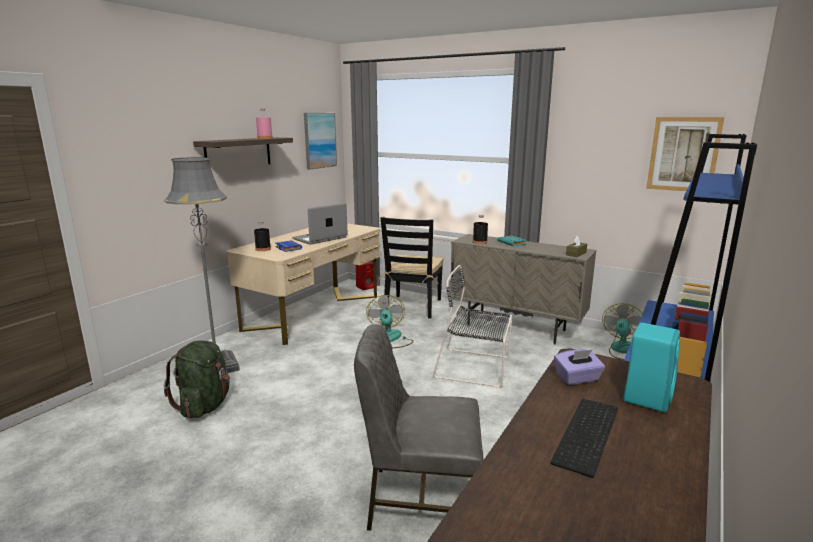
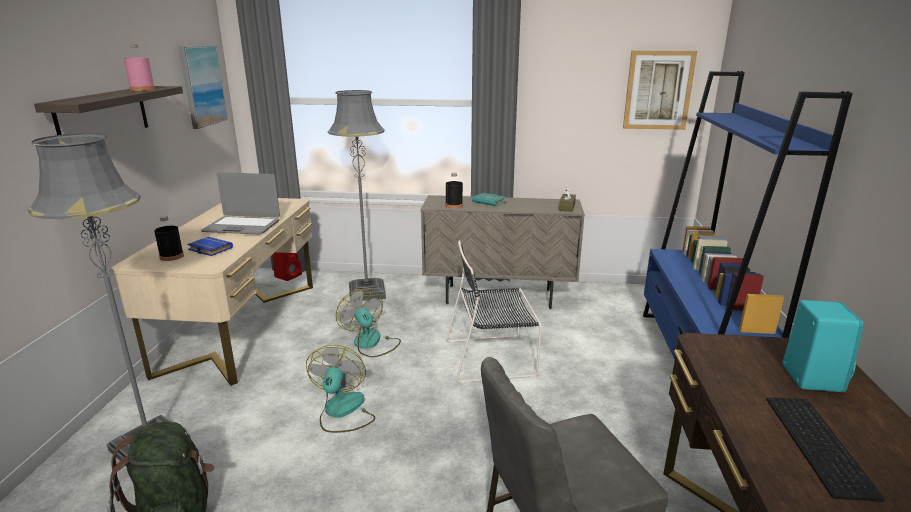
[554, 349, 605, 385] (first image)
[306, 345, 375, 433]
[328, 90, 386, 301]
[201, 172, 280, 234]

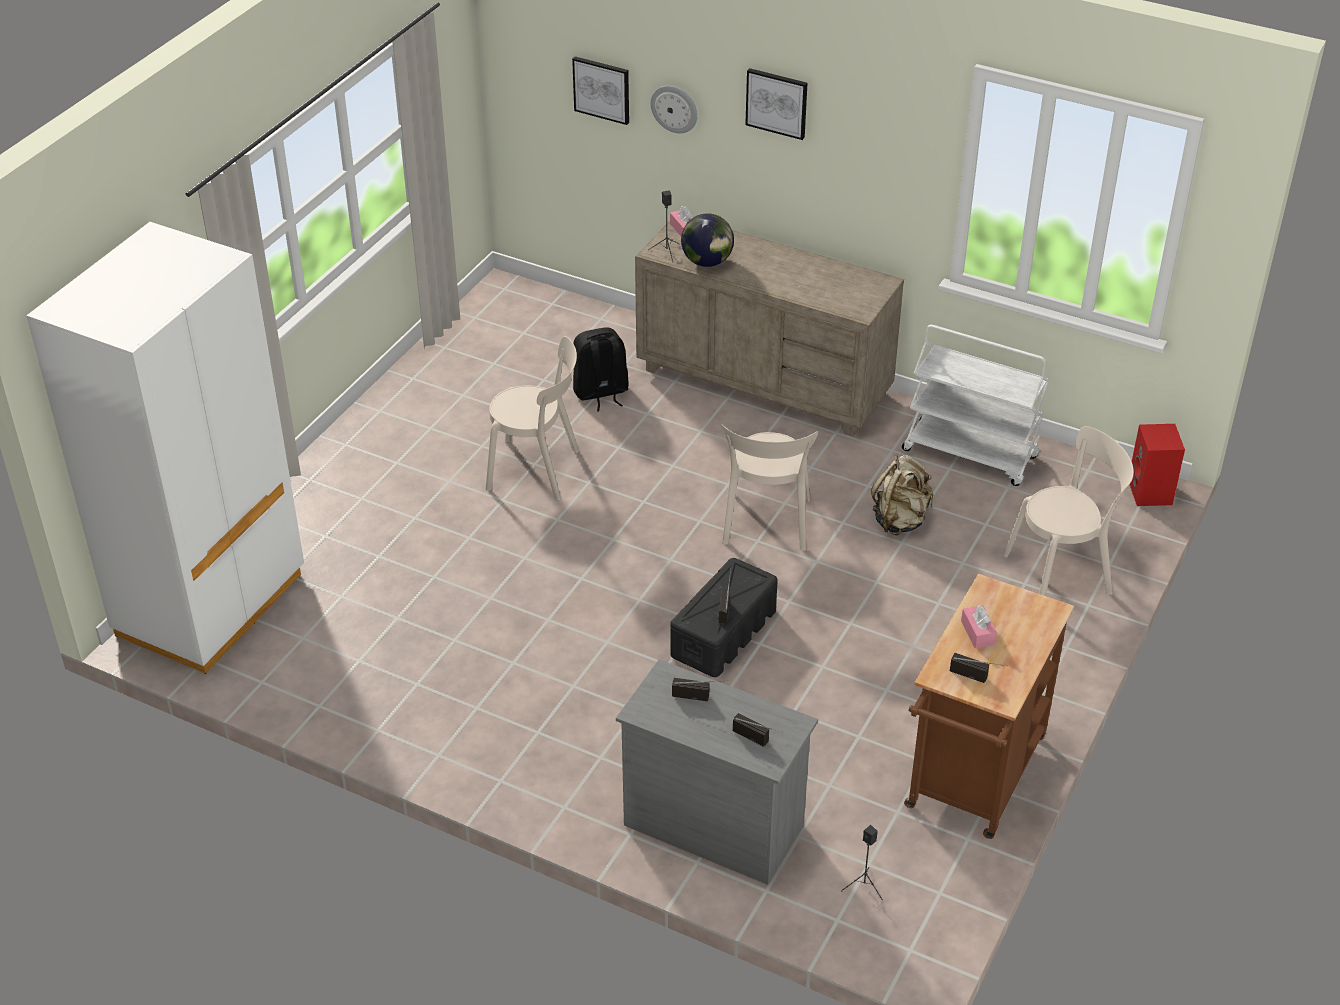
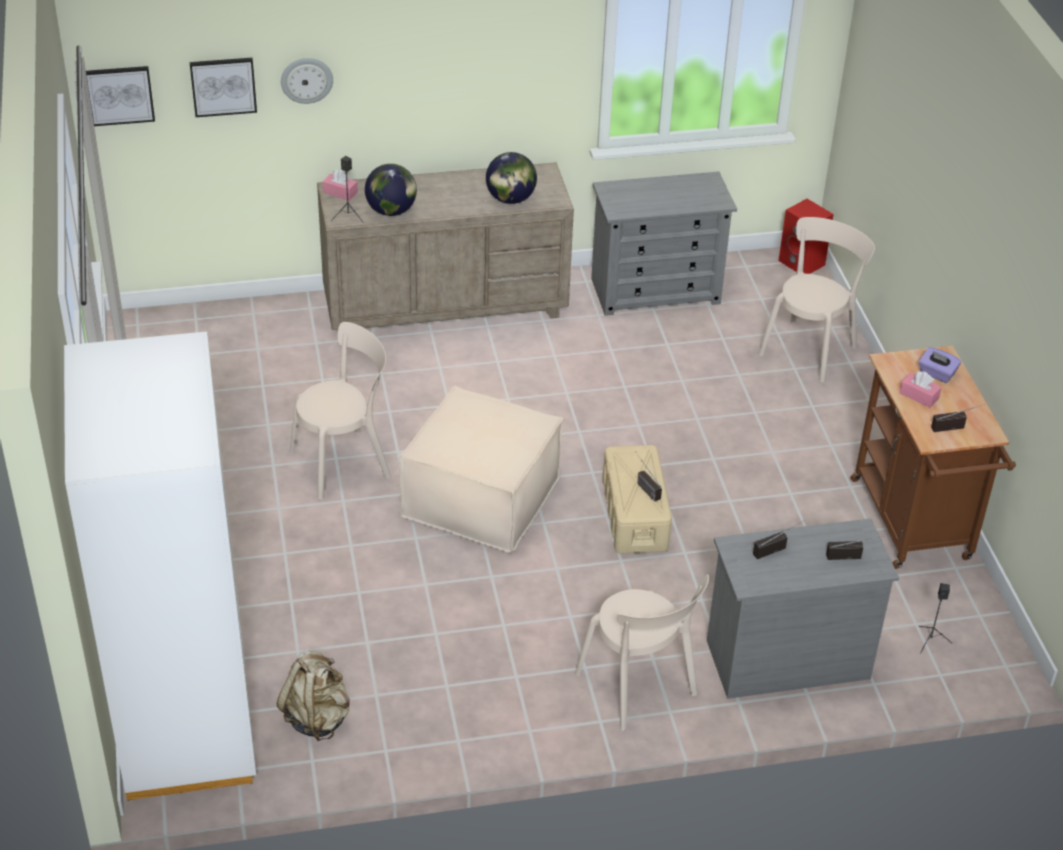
[573, 327, 629, 411] (first image)
[399, 385, 564, 553]
[486, 152, 537, 204]
[919, 347, 961, 383]
[575, 574, 709, 731]
[86, 66, 155, 126]
[277, 651, 350, 741]
[591, 171, 737, 316]
[603, 445, 672, 554]

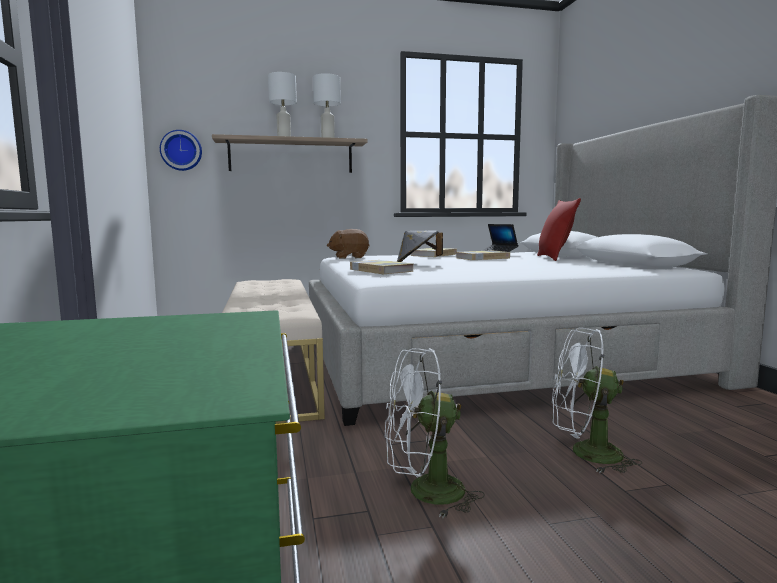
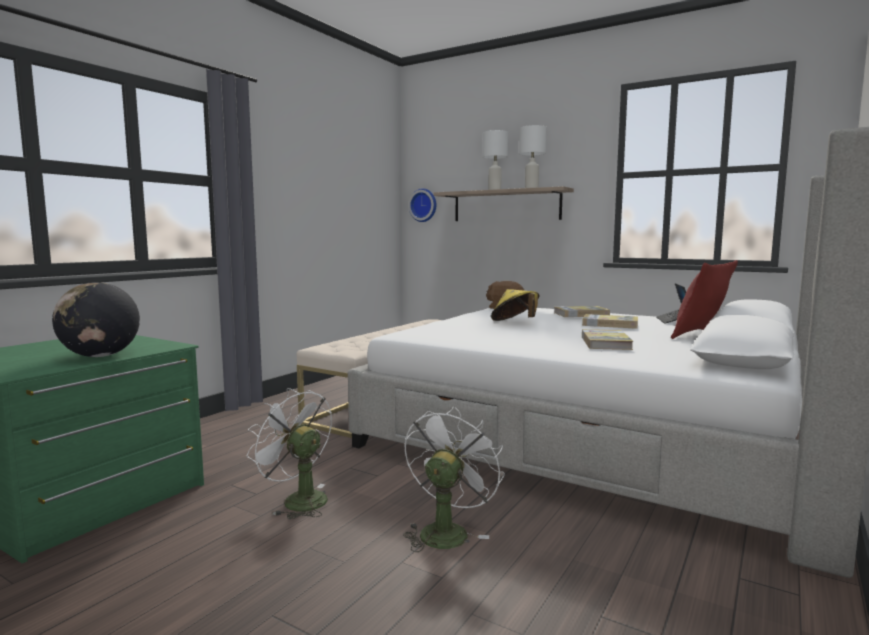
[52, 282, 140, 357]
[582, 329, 634, 350]
[491, 289, 539, 321]
[403, 406, 505, 552]

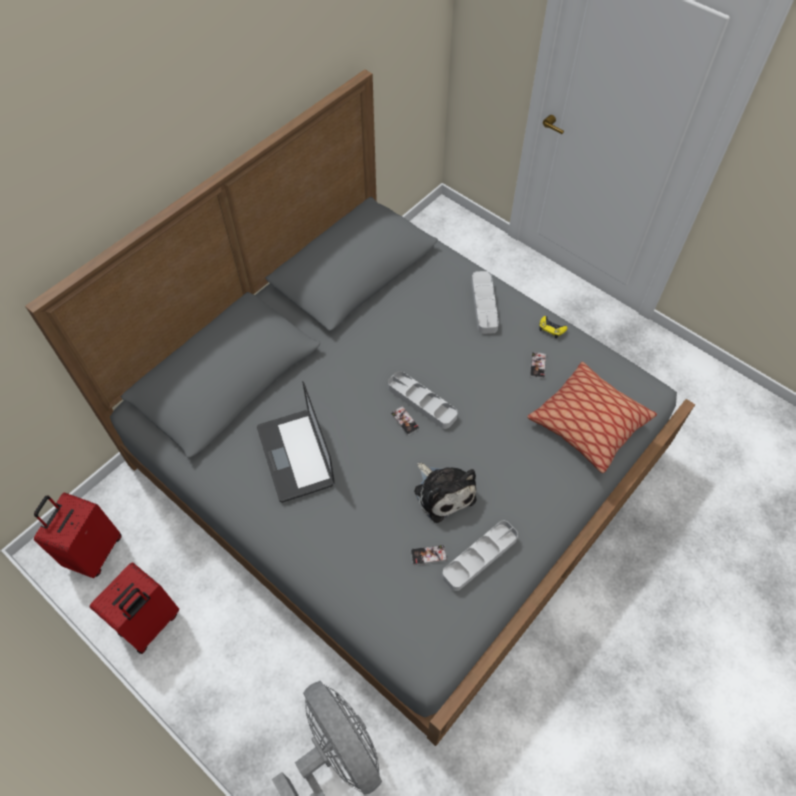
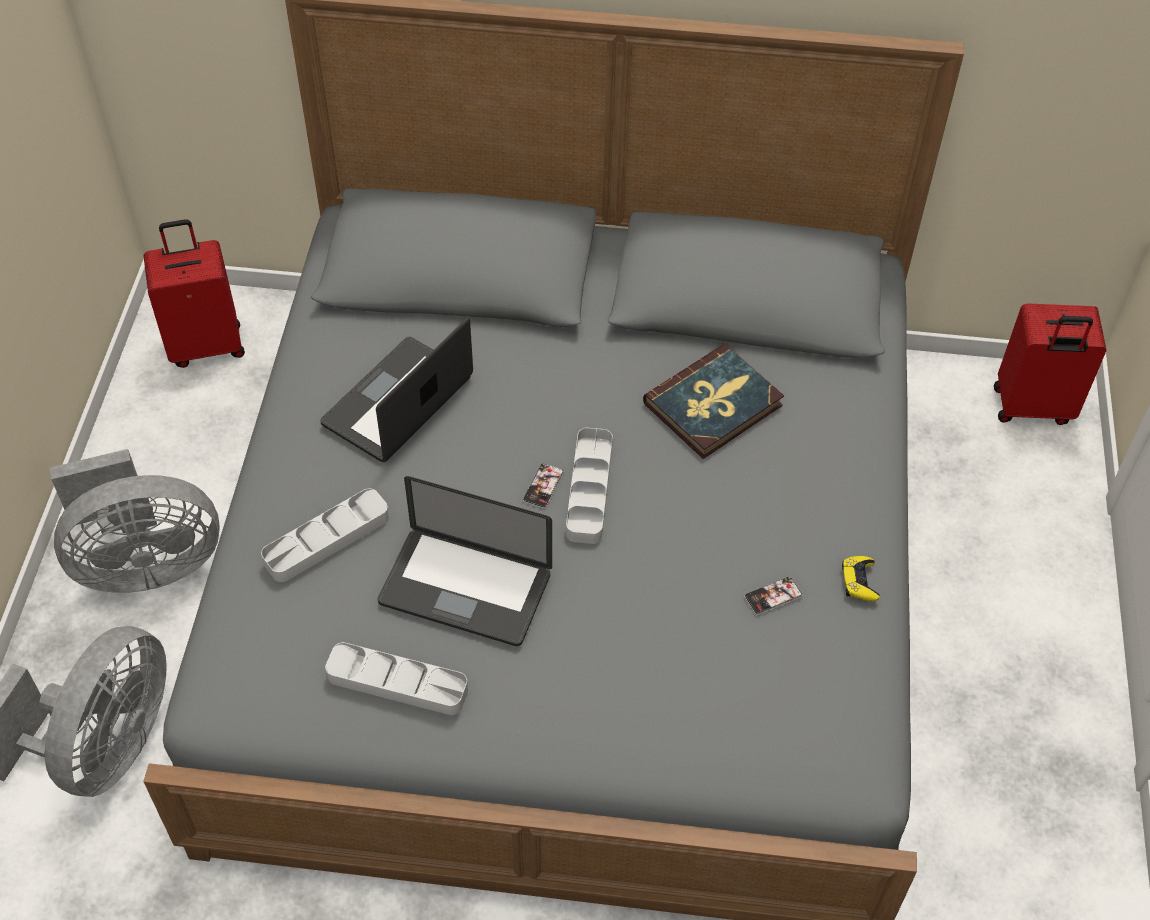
[411, 545, 447, 565] (first image)
[527, 362, 657, 473] (first image)
[50, 449, 220, 593]
[643, 344, 784, 459]
[994, 303, 1106, 425]
[261, 488, 389, 582]
[378, 476, 552, 646]

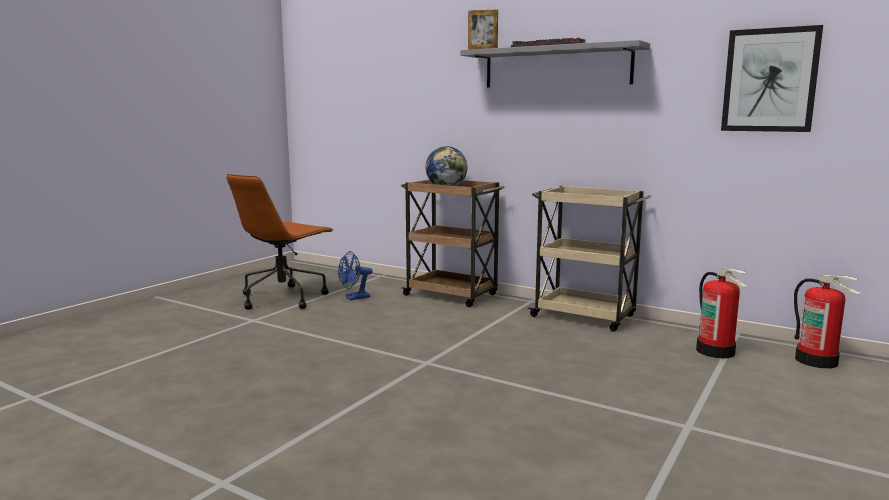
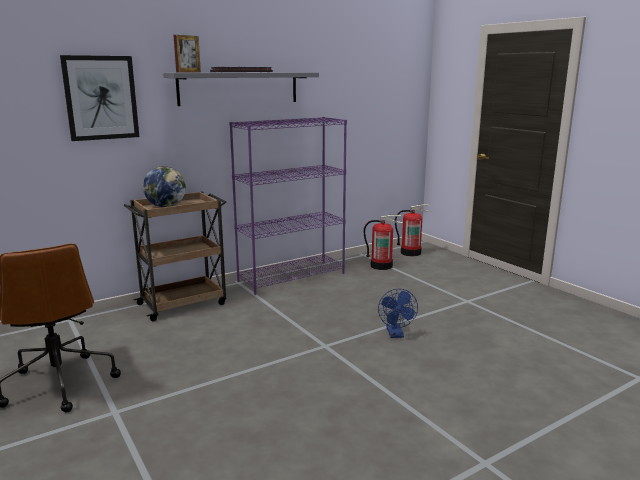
[378, 289, 418, 338]
[60, 55, 139, 141]
[229, 117, 347, 295]

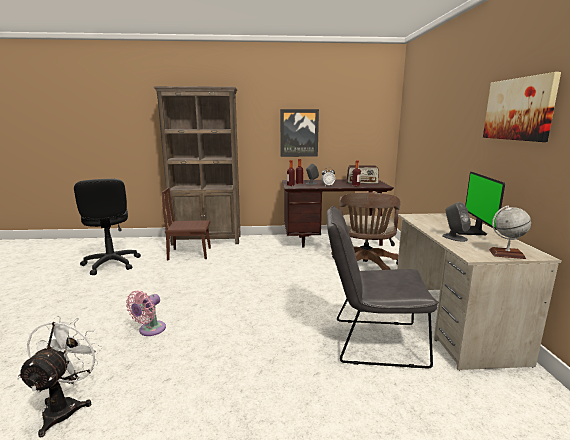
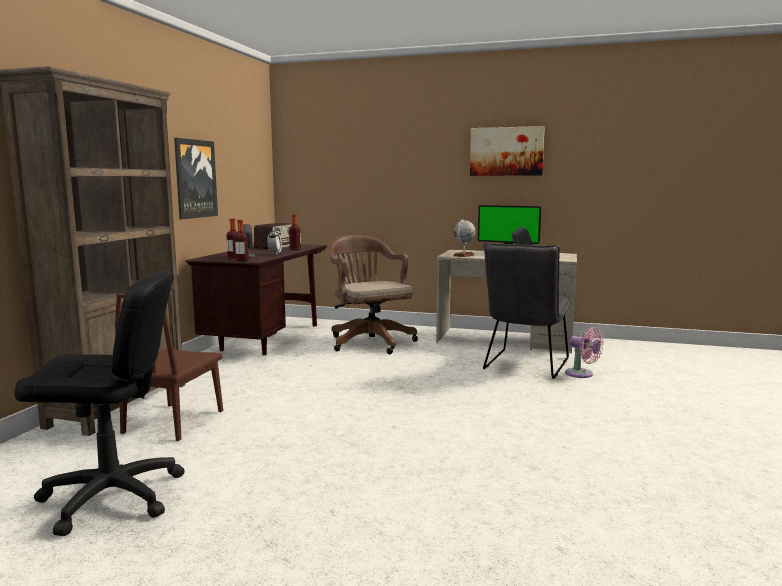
[17, 316, 103, 438] (first image)
[565, 327, 604, 378]
[453, 219, 476, 257]
[330, 235, 418, 354]

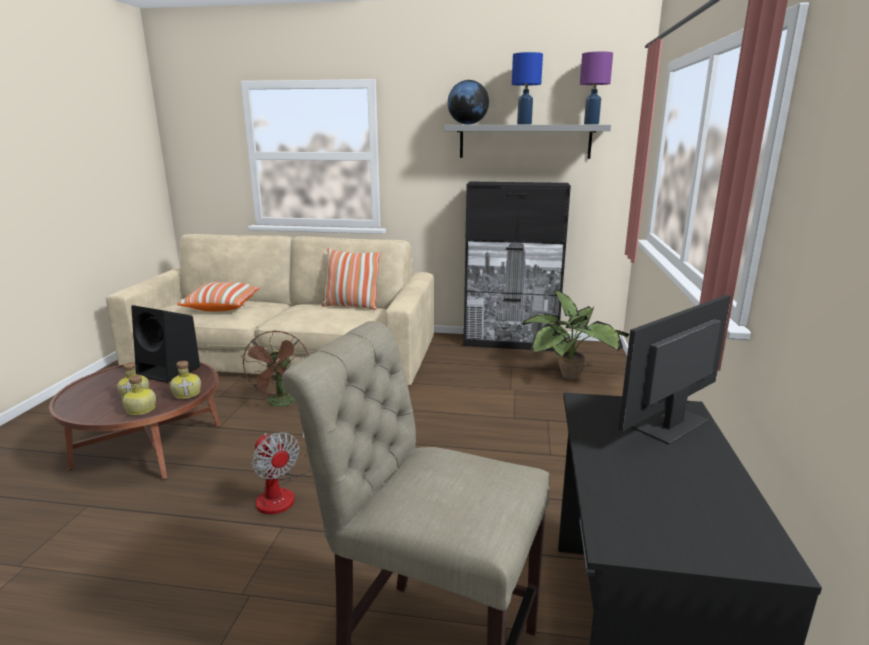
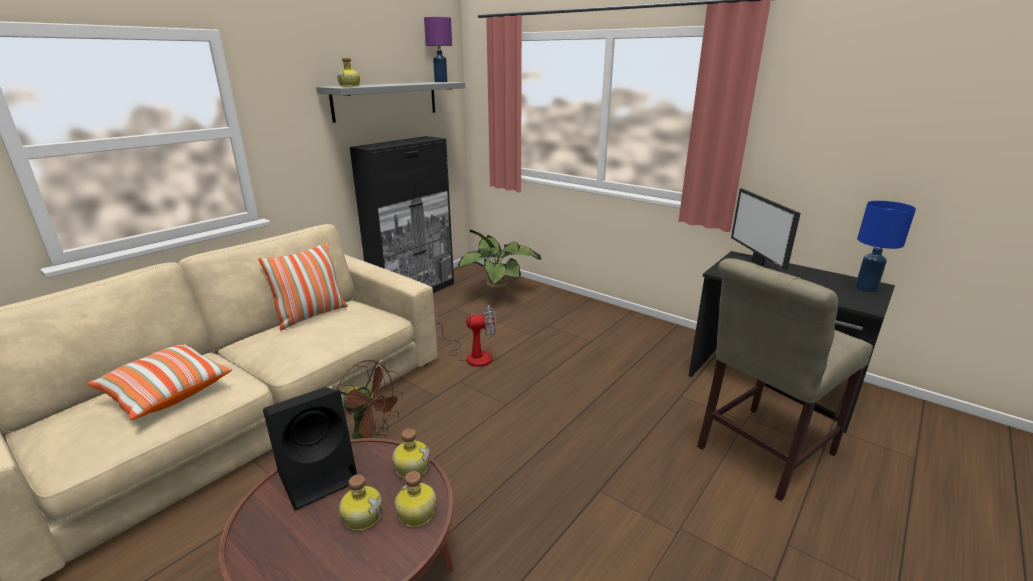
[436, 305, 496, 367]
[855, 201, 916, 292]
[337, 58, 360, 87]

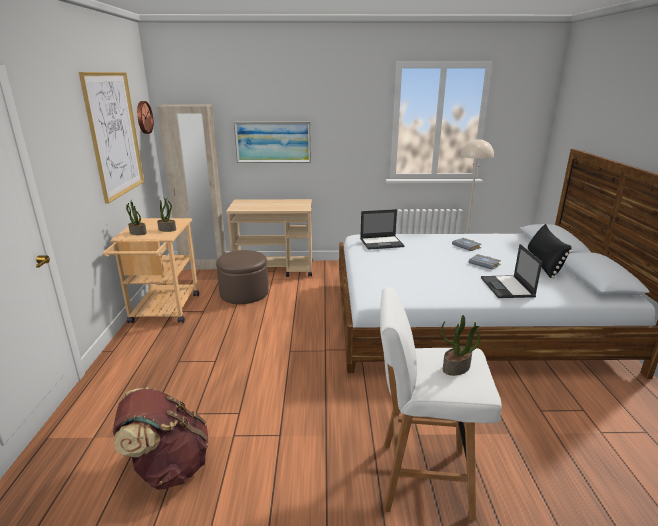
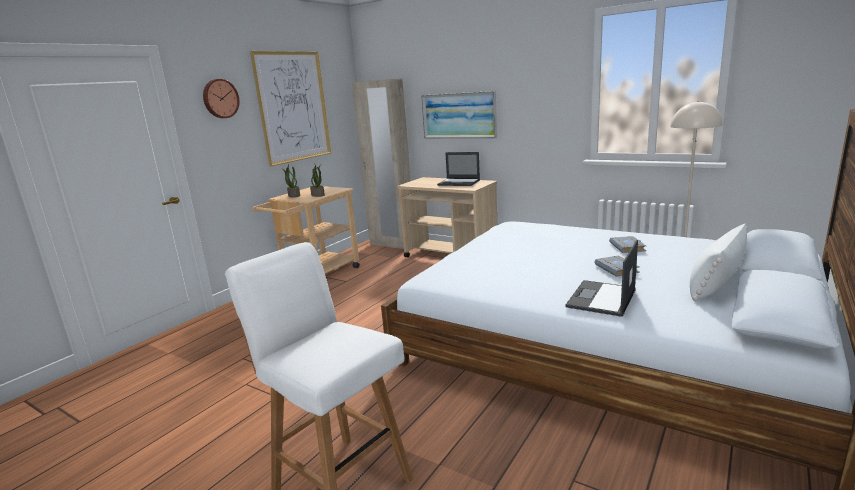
[113, 387, 208, 490] (first image)
[216, 250, 269, 304] (first image)
[441, 315, 480, 376] (first image)
[203, 79, 240, 118]
[437, 152, 480, 186]
[690, 223, 748, 301]

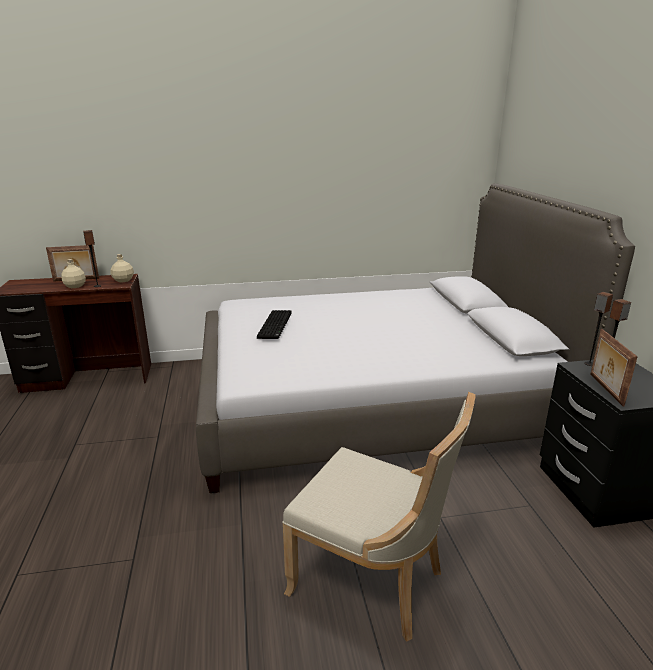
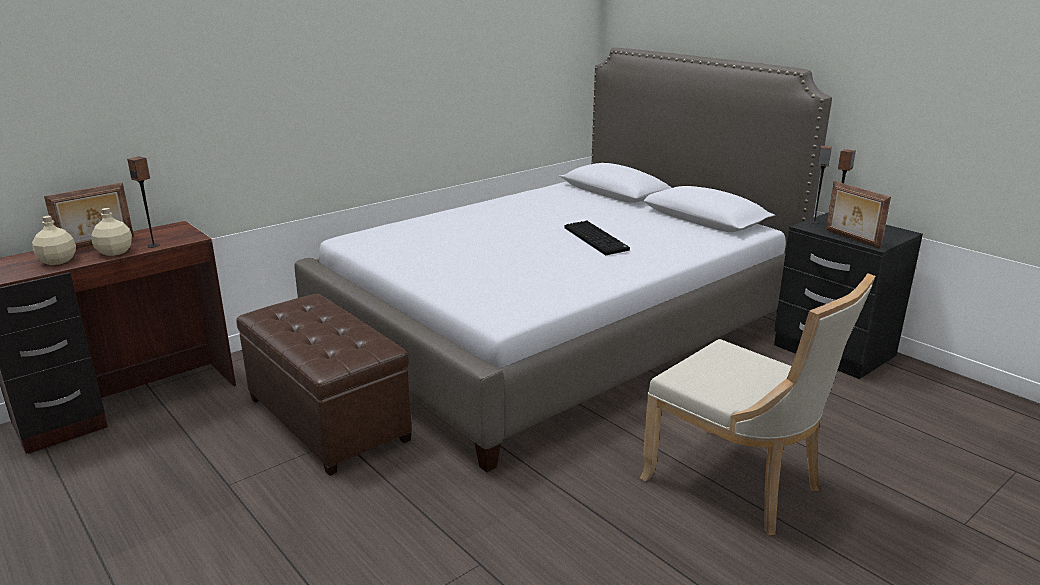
[236, 294, 412, 476]
[32, 216, 76, 265]
[565, 220, 630, 255]
[640, 273, 875, 535]

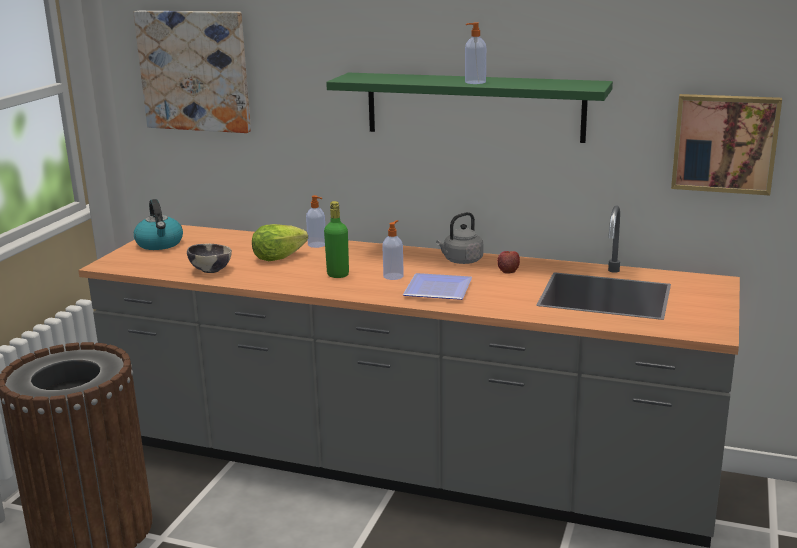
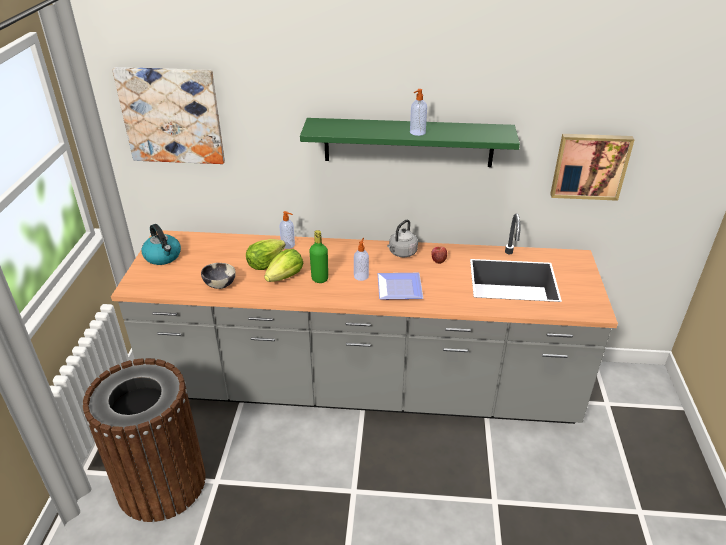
[264, 249, 303, 282]

